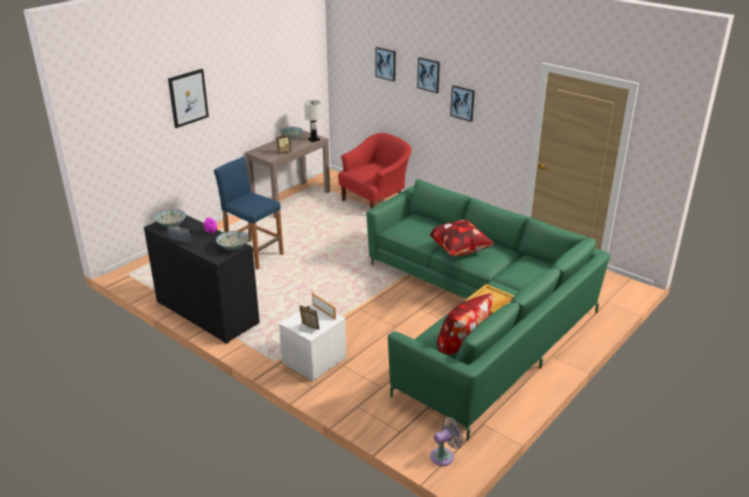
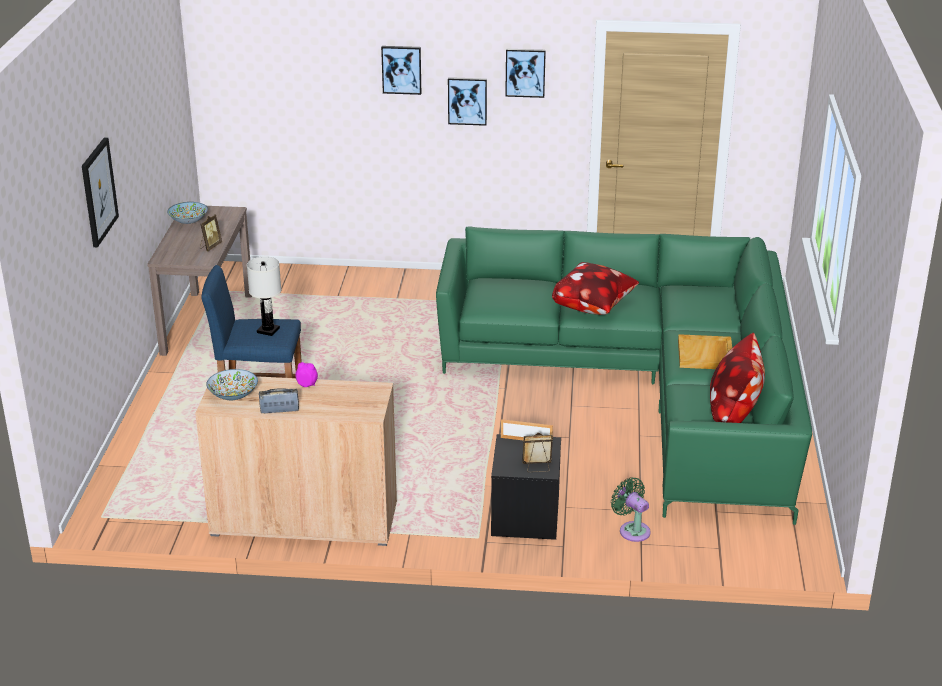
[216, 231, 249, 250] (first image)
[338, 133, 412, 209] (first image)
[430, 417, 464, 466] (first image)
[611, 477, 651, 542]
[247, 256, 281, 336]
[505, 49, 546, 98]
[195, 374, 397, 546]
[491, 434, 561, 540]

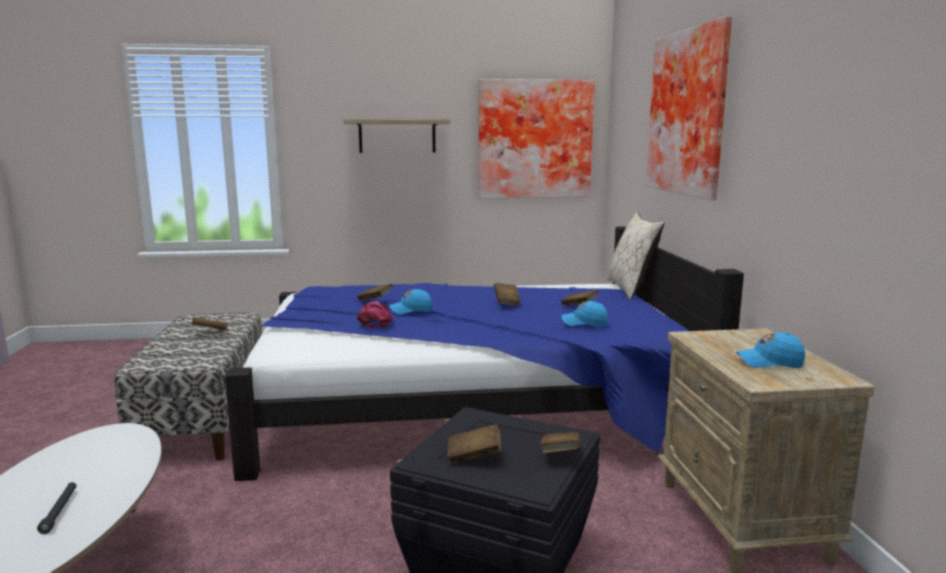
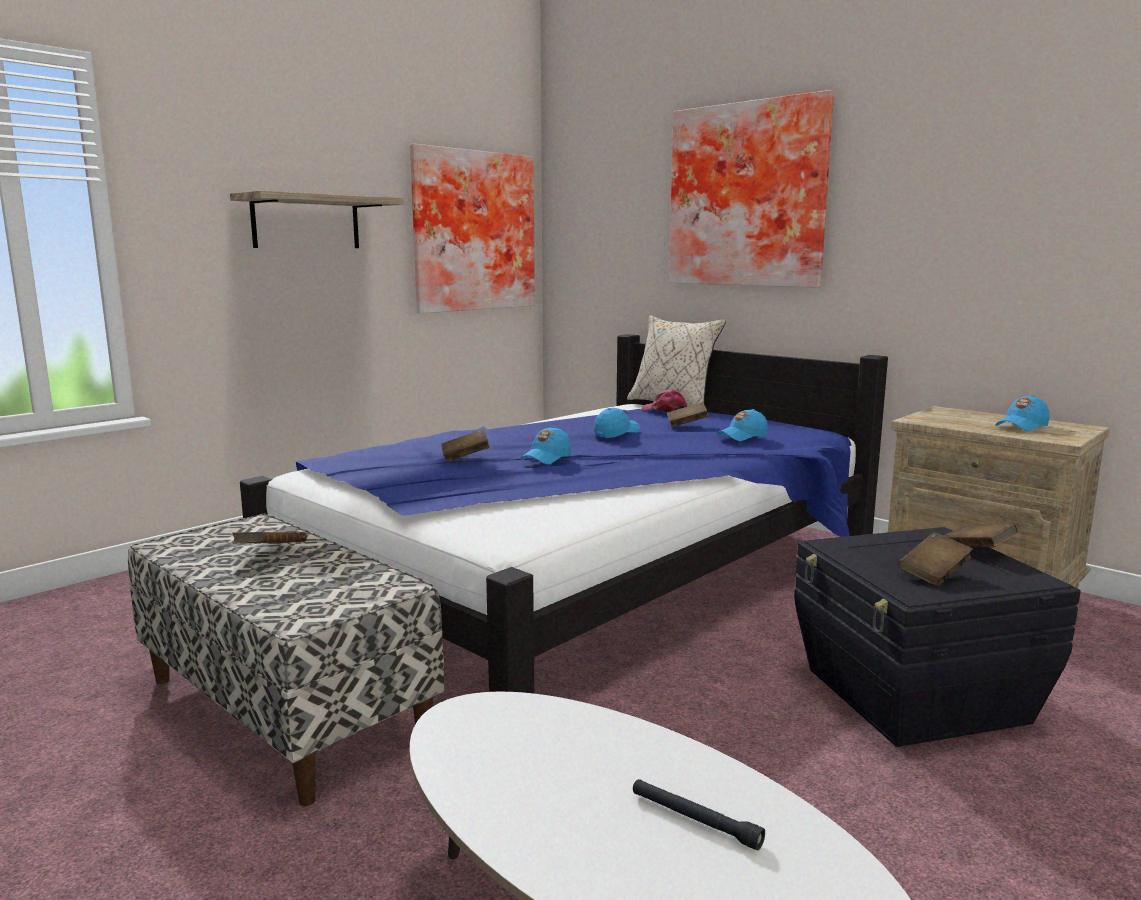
[641, 389, 687, 412]
[594, 408, 640, 438]

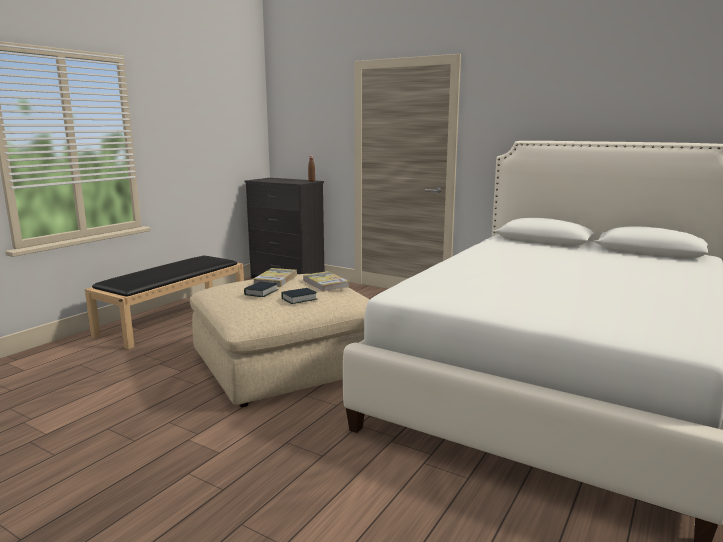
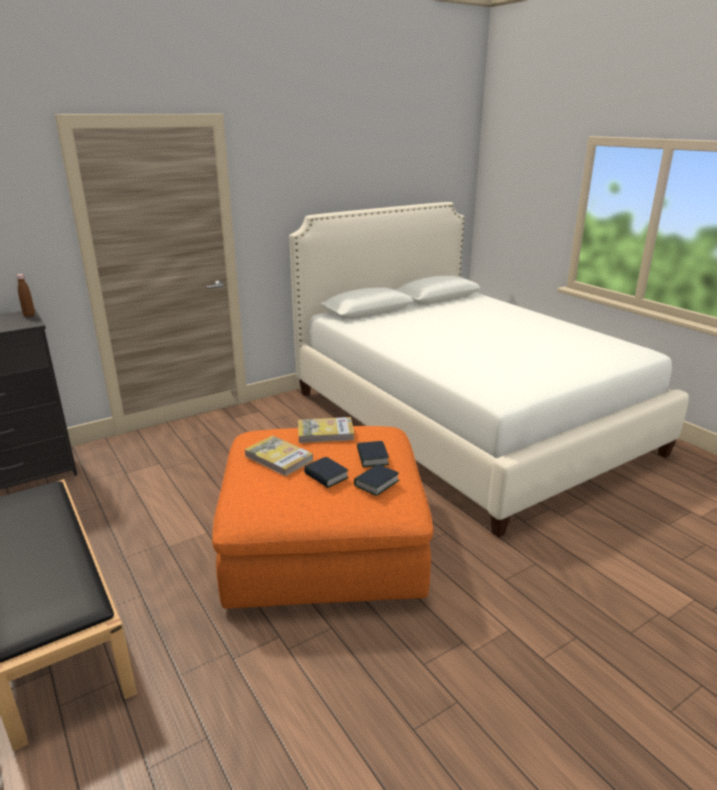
[354, 464, 400, 496]
[212, 426, 433, 609]

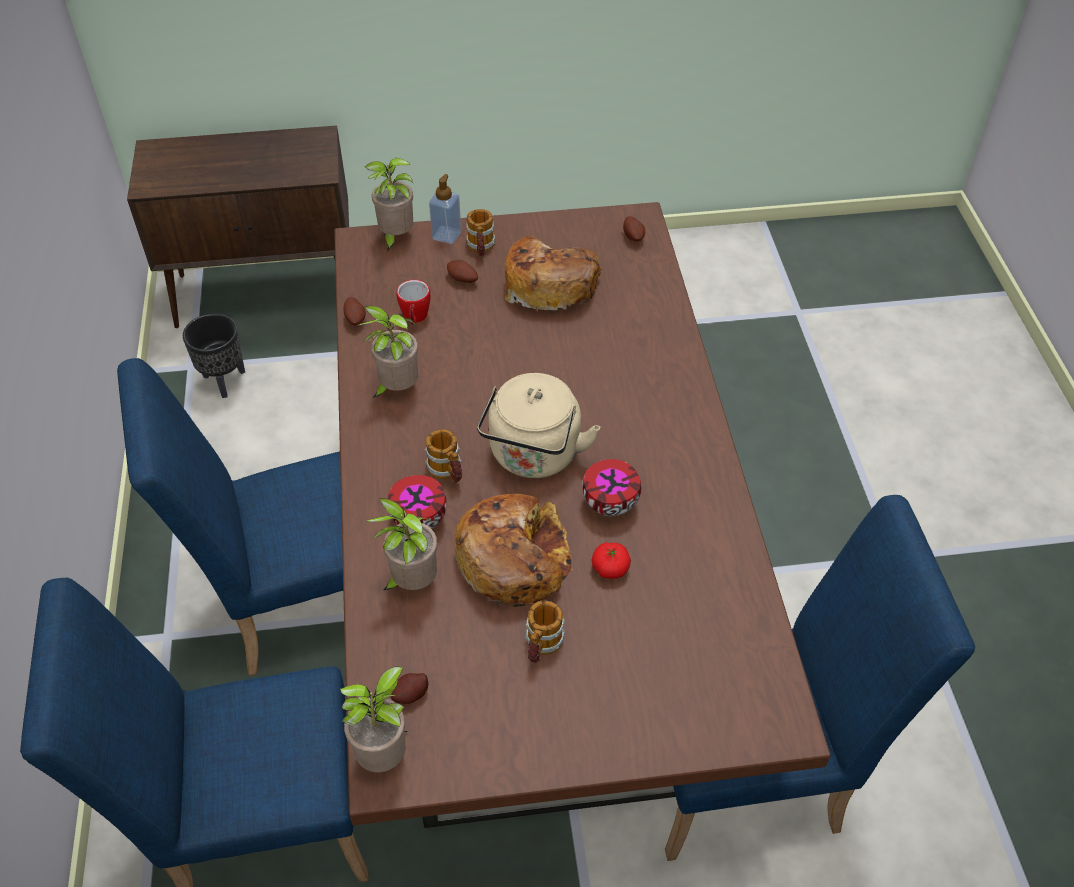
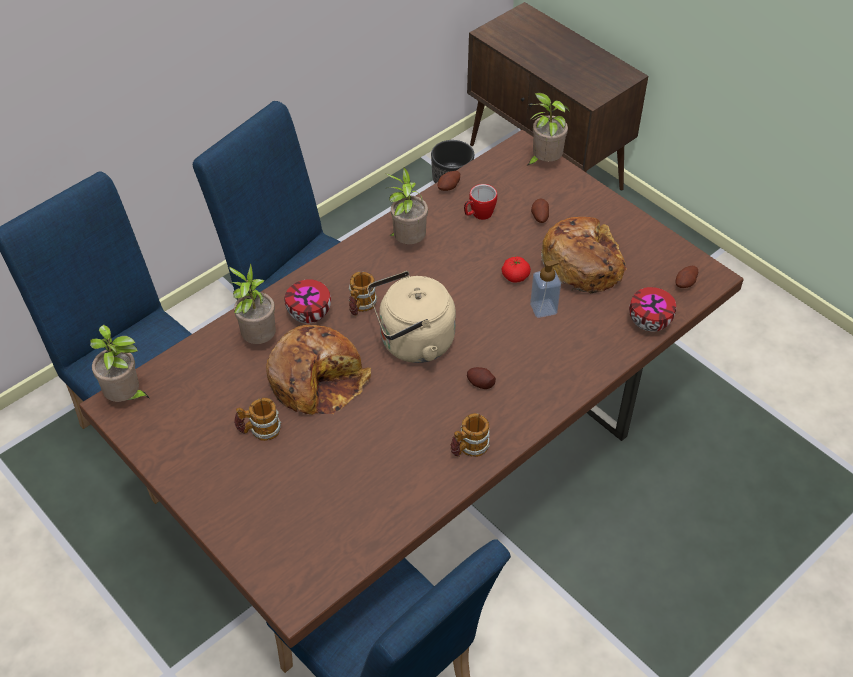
[467, 367, 496, 389]
[530, 261, 561, 318]
[450, 413, 490, 457]
[629, 287, 676, 332]
[501, 257, 531, 283]

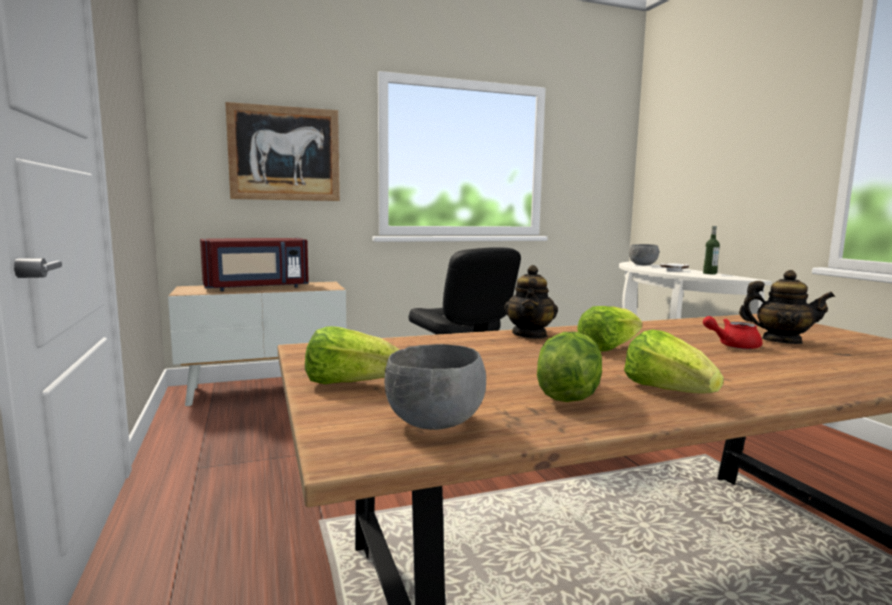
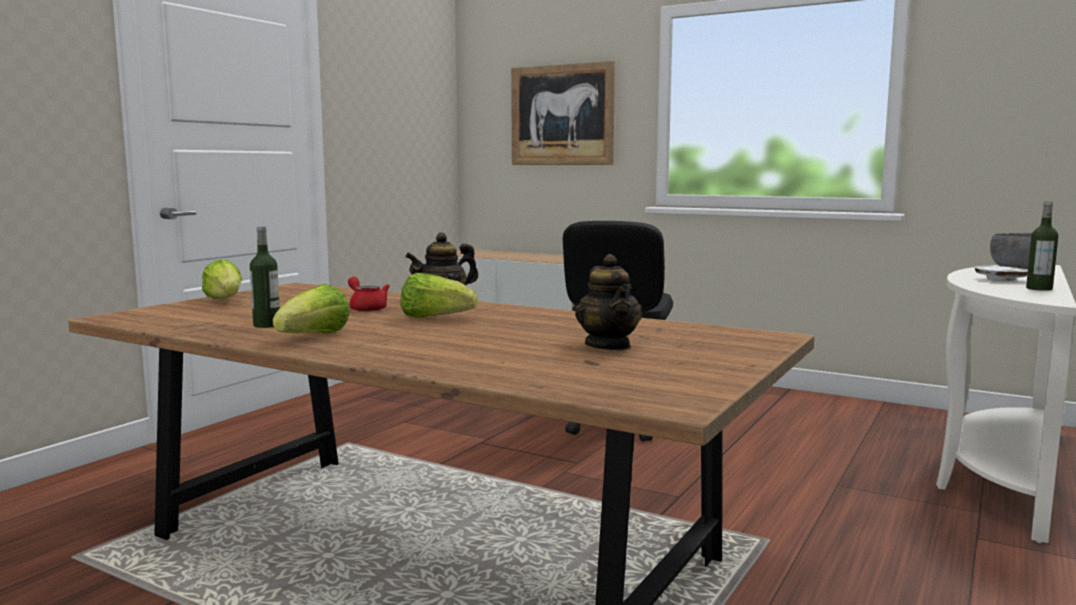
[200, 238, 309, 291] (first image)
[384, 344, 486, 430] (first image)
[348, 277, 390, 312]
[250, 226, 280, 328]

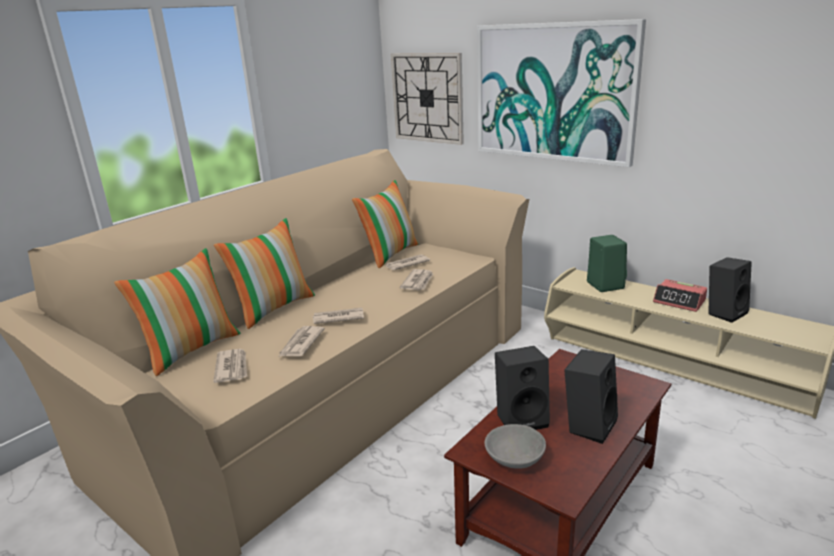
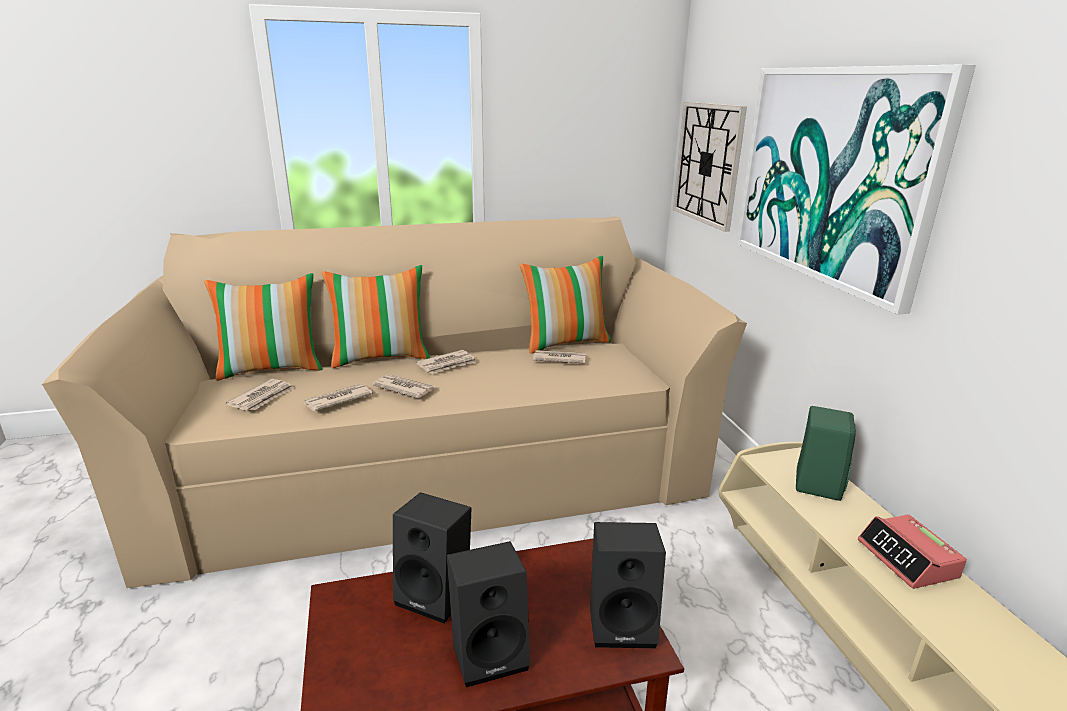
[485, 424, 546, 469] (first image)
[416, 350, 477, 374]
[590, 522, 666, 648]

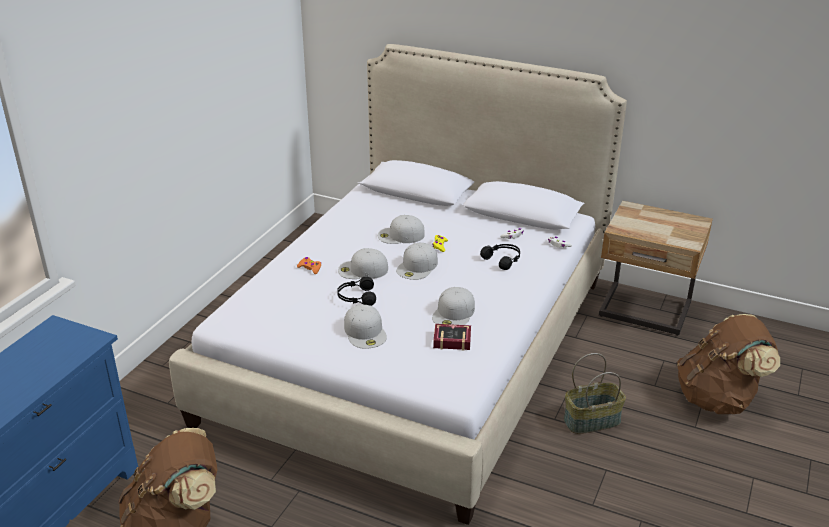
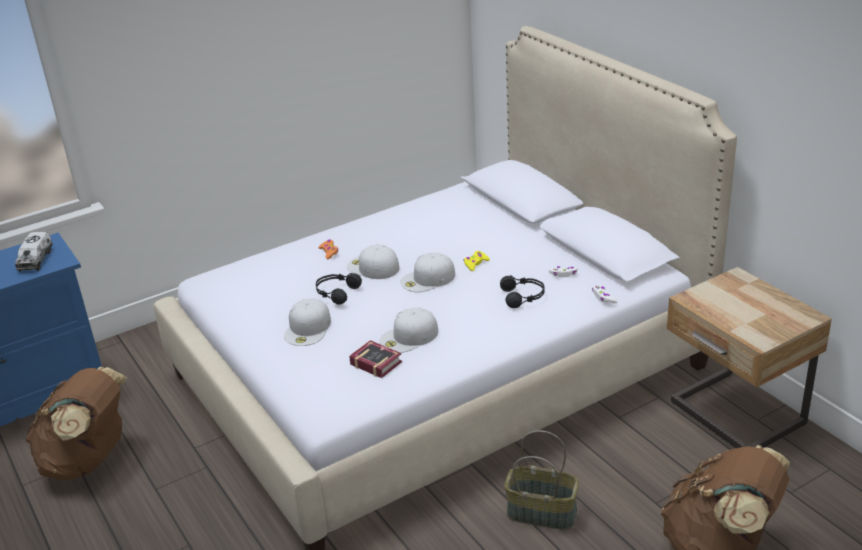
[378, 215, 425, 244] (first image)
[15, 232, 53, 272]

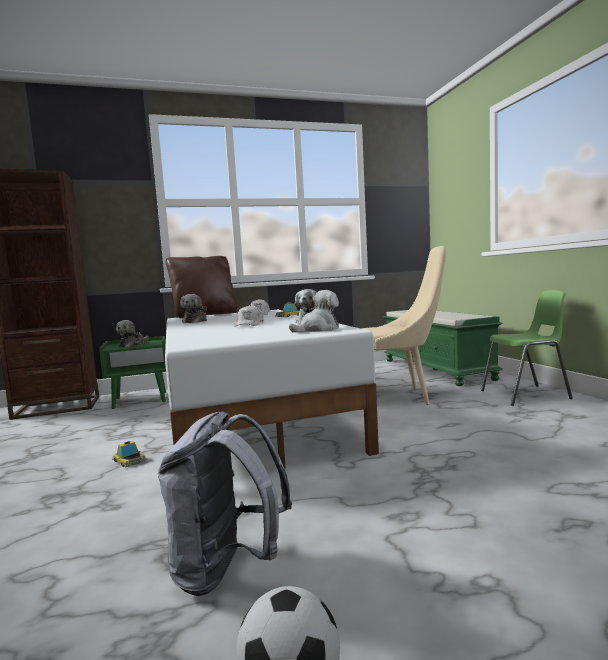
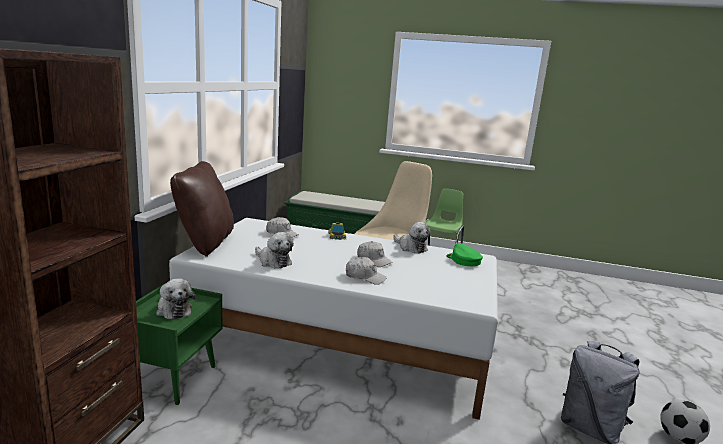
[112, 441, 147, 468] (first image)
[346, 257, 387, 285]
[446, 243, 483, 266]

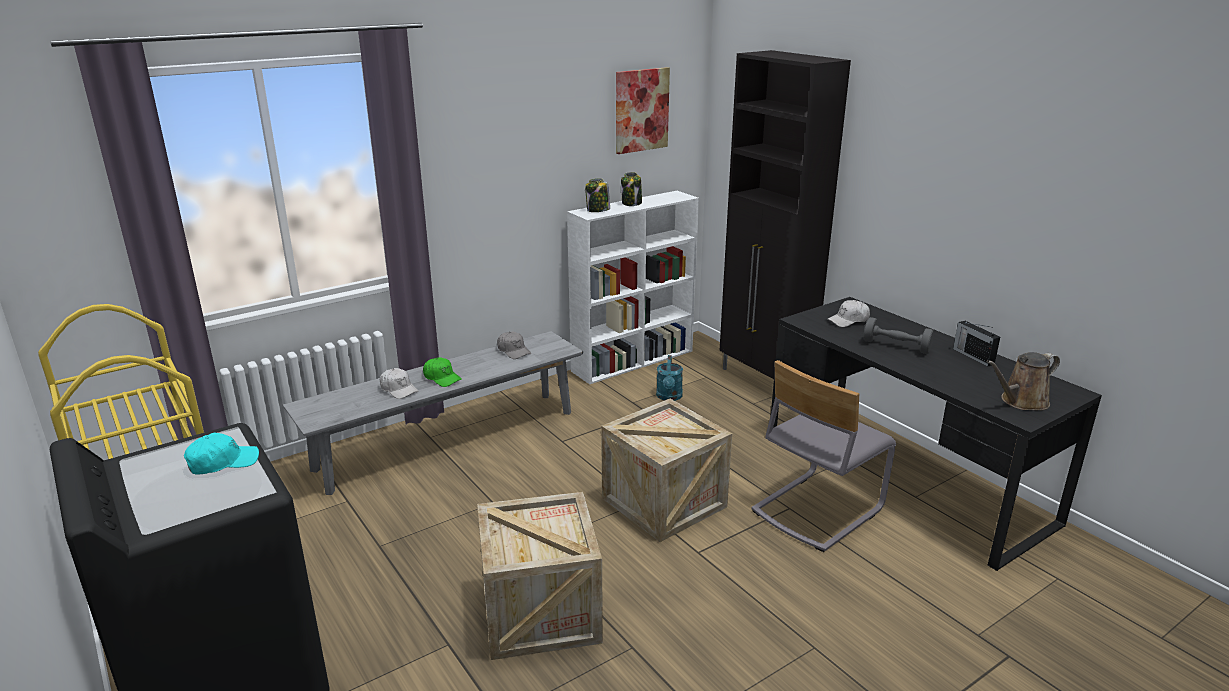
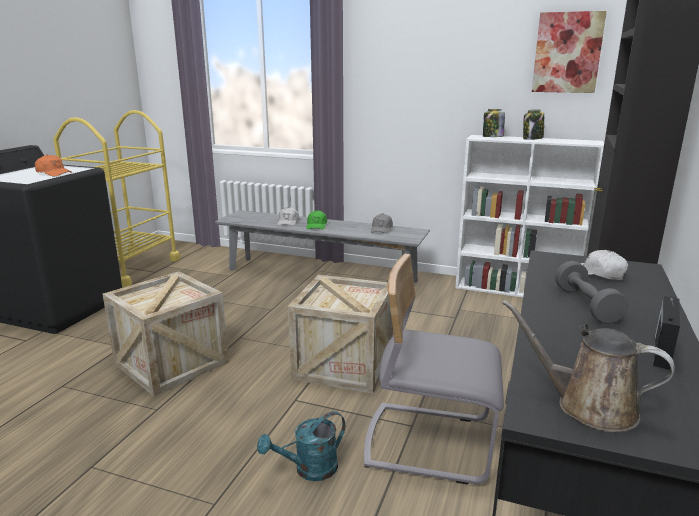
[257, 411, 345, 481]
[35, 155, 73, 177]

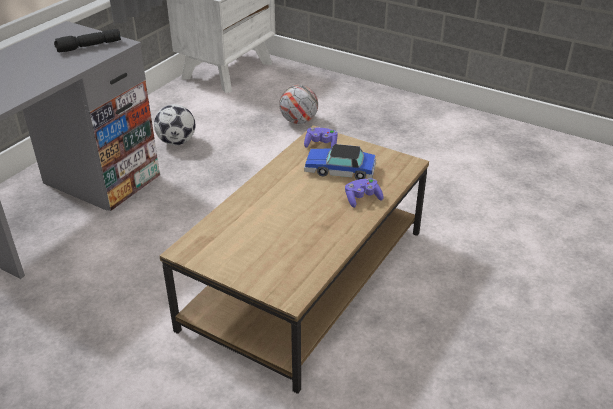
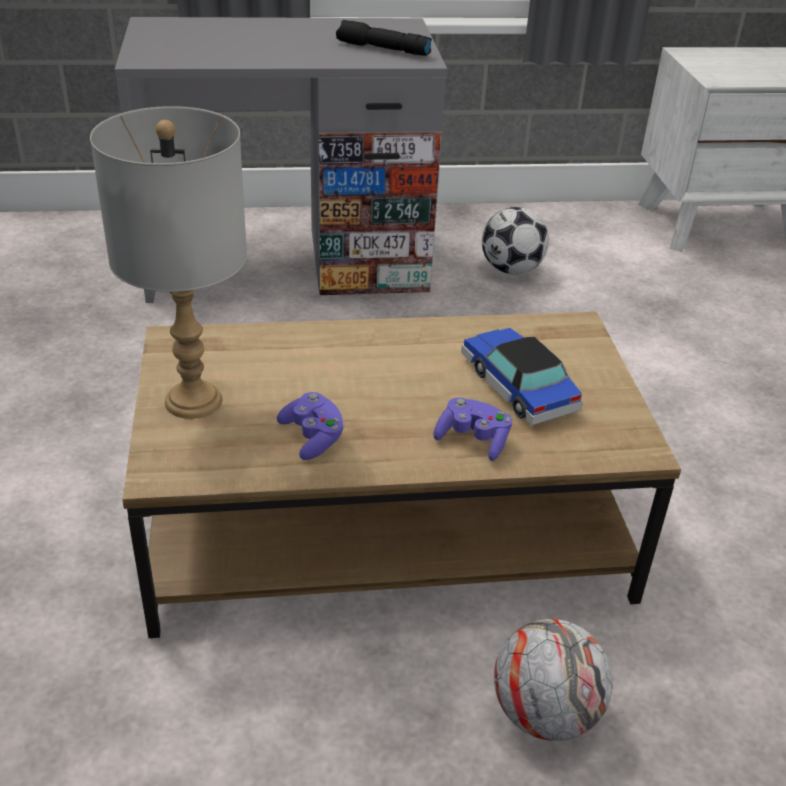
[90, 106, 247, 419]
[494, 619, 613, 741]
[277, 392, 345, 460]

